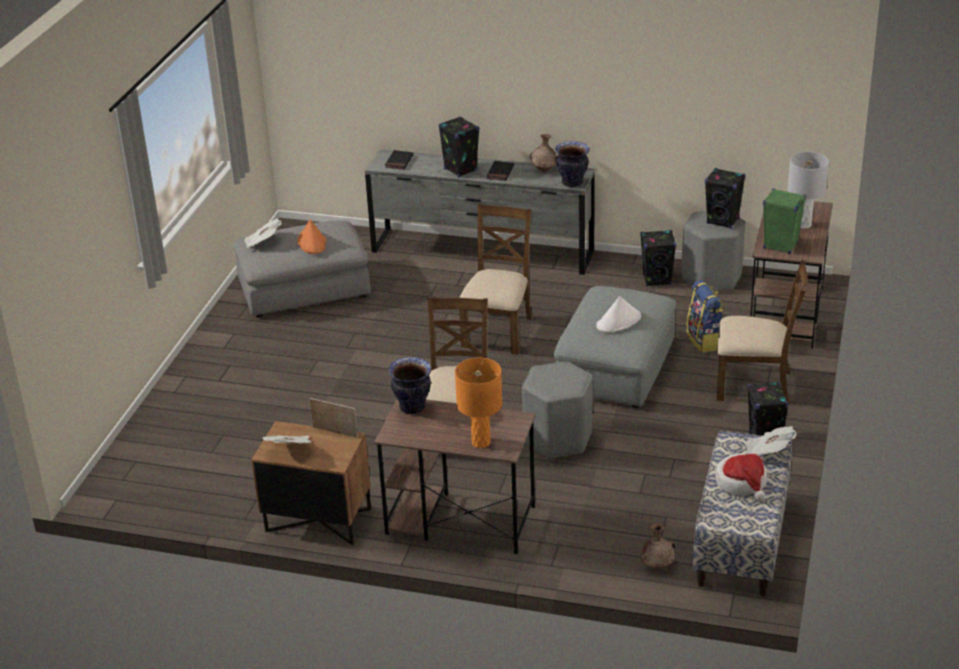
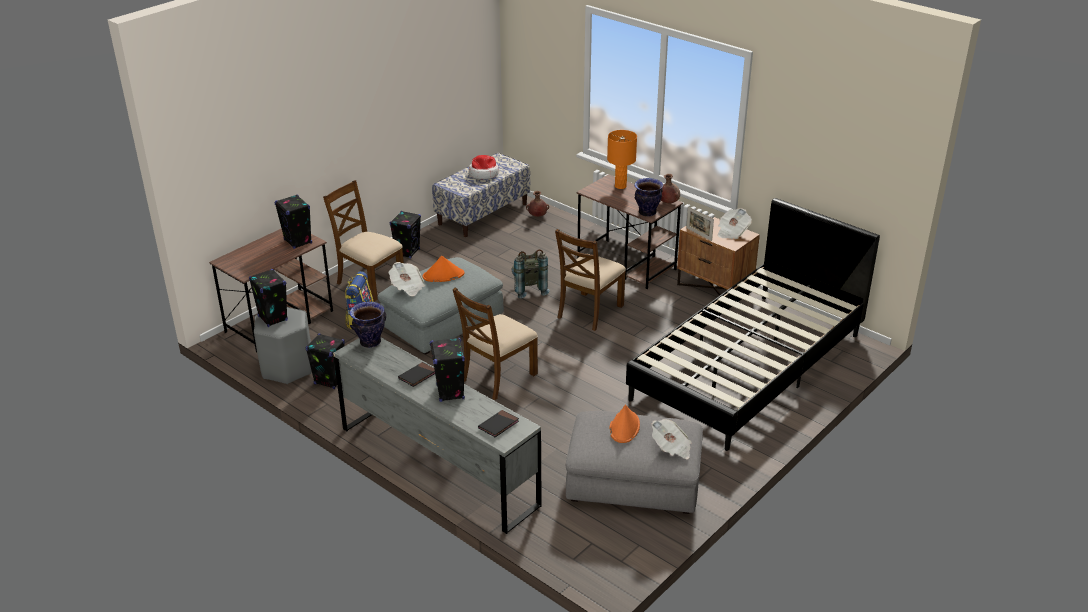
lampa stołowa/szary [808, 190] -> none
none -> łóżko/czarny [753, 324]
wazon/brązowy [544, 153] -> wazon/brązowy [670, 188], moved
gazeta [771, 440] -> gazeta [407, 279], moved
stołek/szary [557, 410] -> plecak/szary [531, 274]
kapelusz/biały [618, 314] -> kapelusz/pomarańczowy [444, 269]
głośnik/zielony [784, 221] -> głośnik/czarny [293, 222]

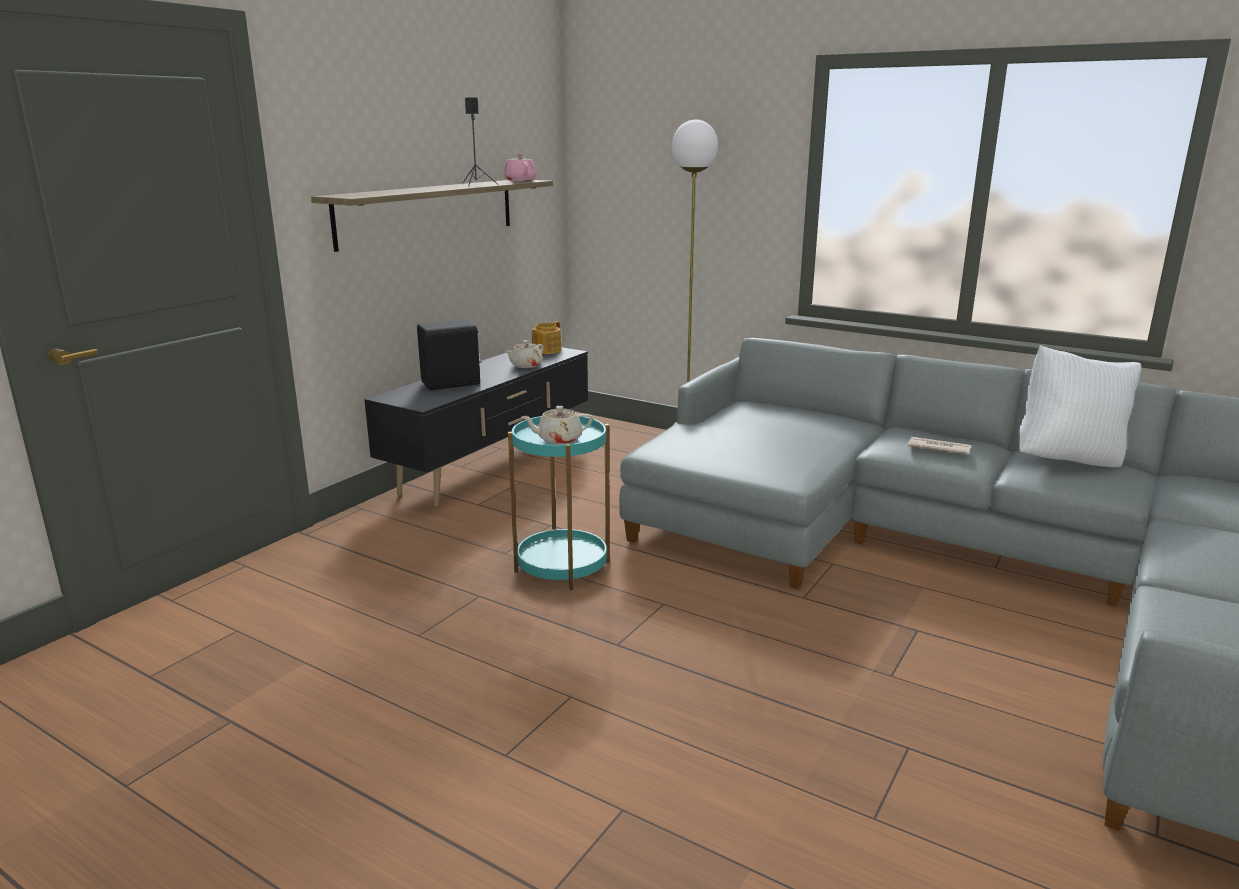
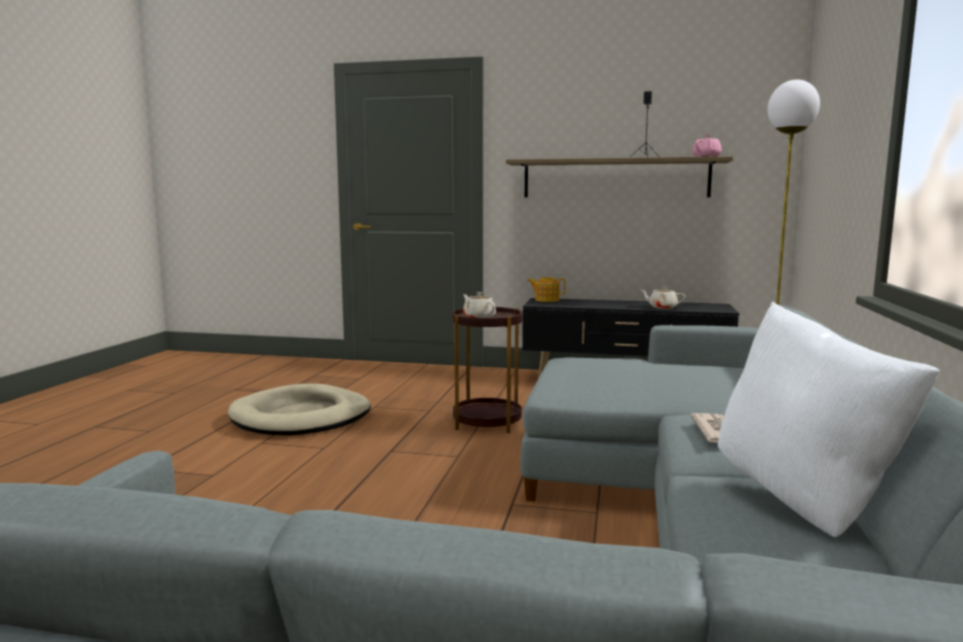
głośnik/czarny [449, 355] -> none
none -> legowisko/beżowy [299, 410]
imbryk [546, 337] -> imbryk [547, 289], moved
stolik/turkusowy [559, 503] -> stolik/brązowy [487, 370]

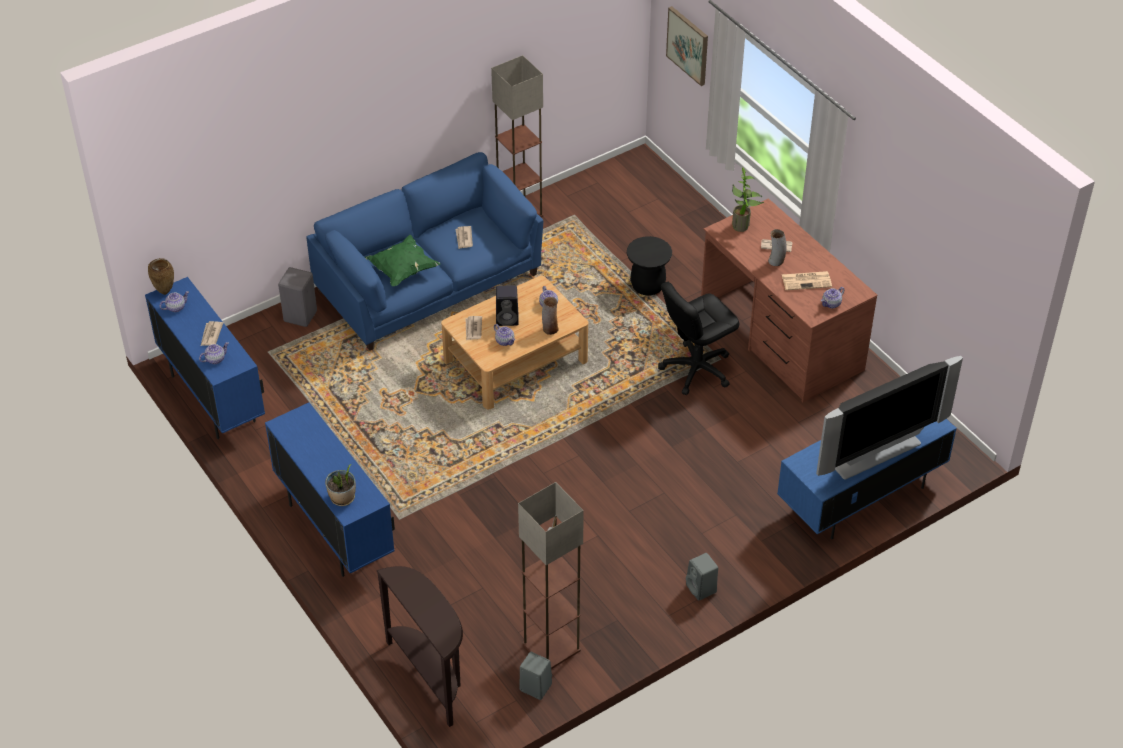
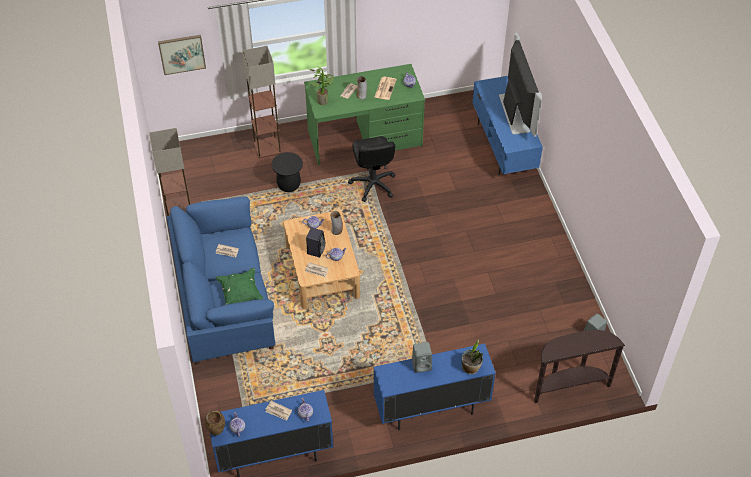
stołek/szary [297, 297] -> none
lampa stojąca [551, 575] -> lampa stojąca [261, 102], moved
głośnik/szary [702, 577] -> głośnik/szary [422, 357], moved
biurko/brązowy [789, 300] -> biurko/zielony [364, 114]

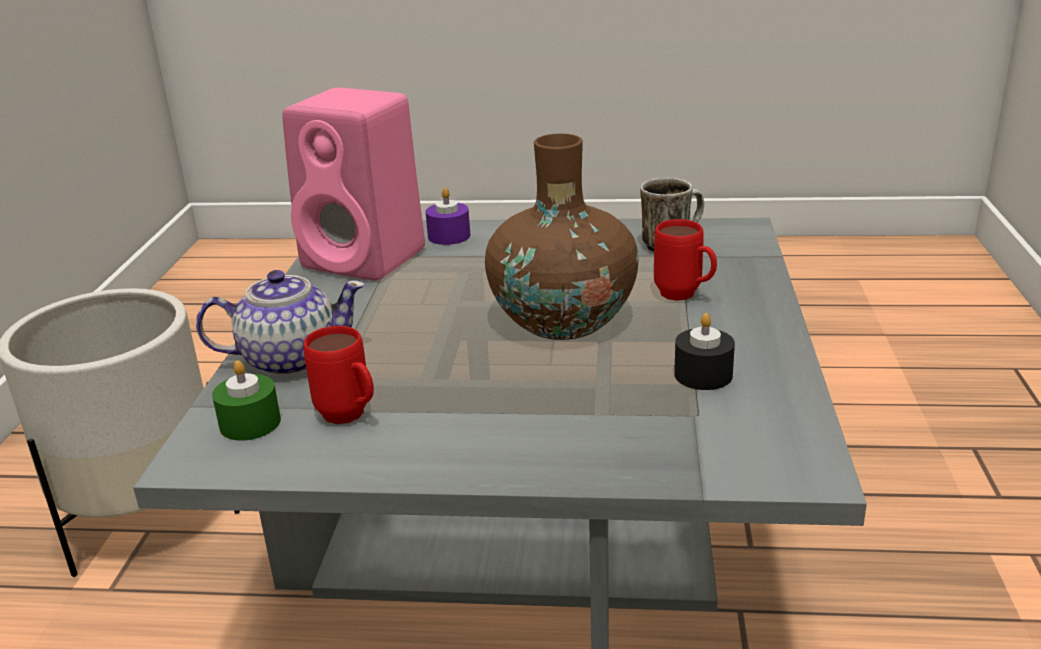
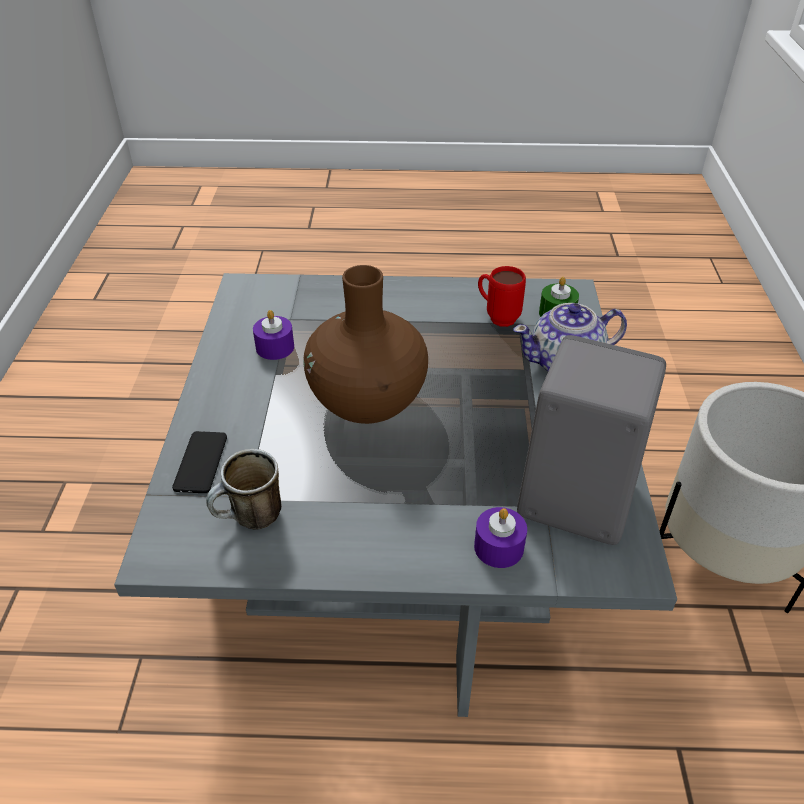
kubek/czerwony [685, 260] -> none
none -> telefon [199, 462]
głośnik/różowy [353, 184] -> głośnik/szary [591, 440]
świeca/czarny [704, 351] -> świeca/fioletowy [273, 335]

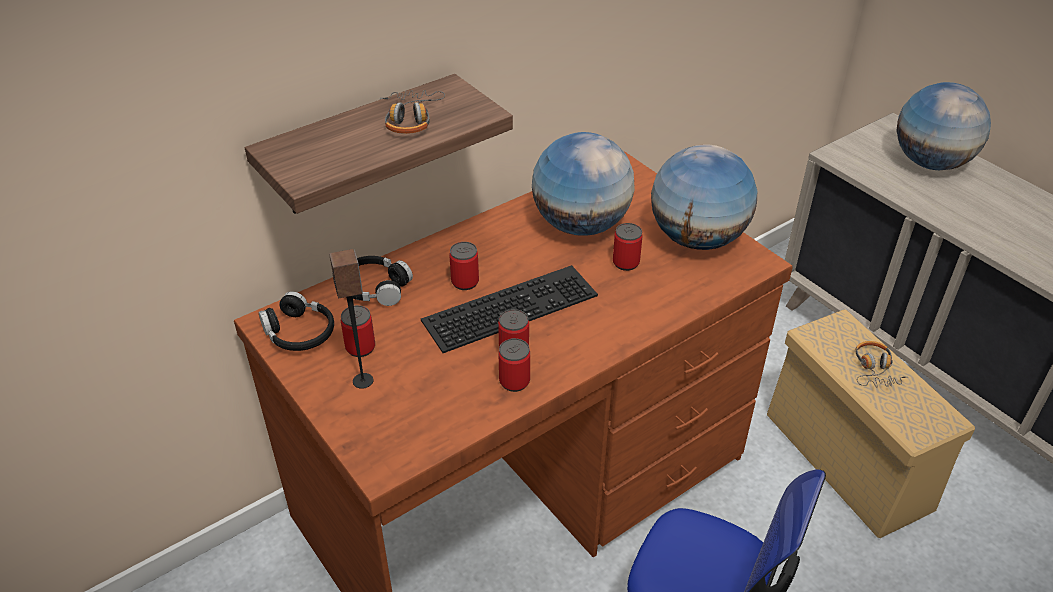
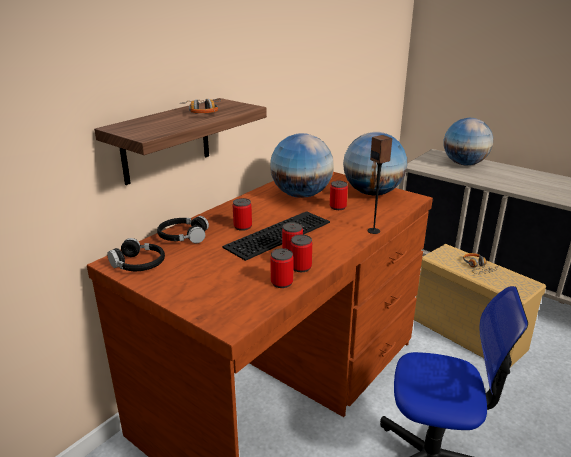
głośnik [351, 319] -> głośnik [380, 184], moved
puszka [358, 331] -> puszka [282, 268], moved

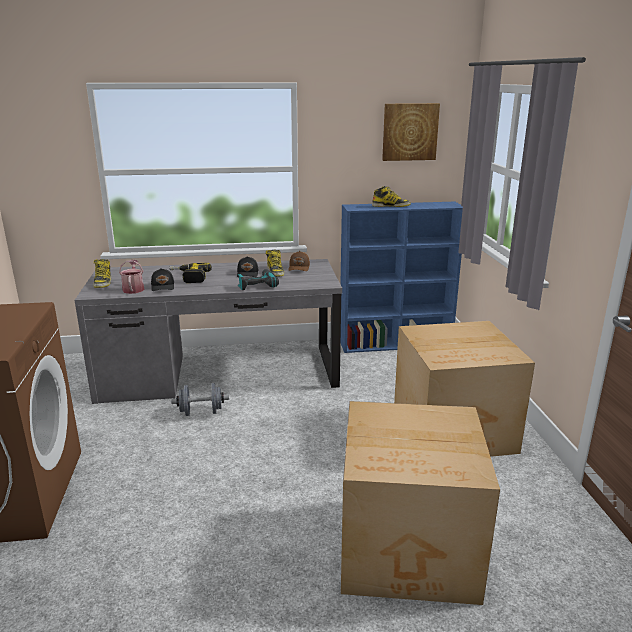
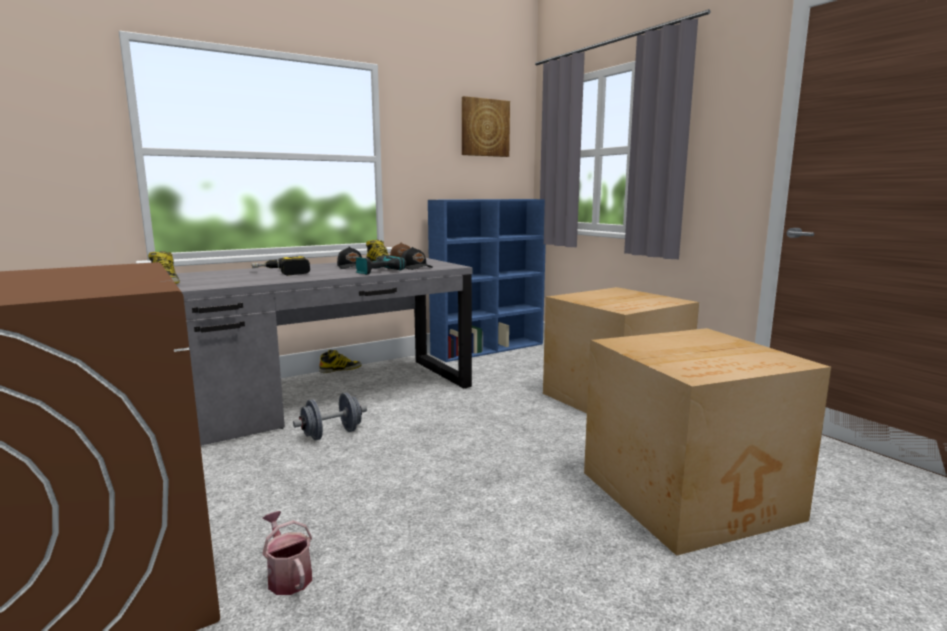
konewka [131, 277] -> konewka [287, 553], moved
czapka z daszkiem/czarny [162, 279] -> czapka z daszkiem/czarny [417, 258], moved
but z cholewką [391, 196] -> but z cholewką [340, 361], moved

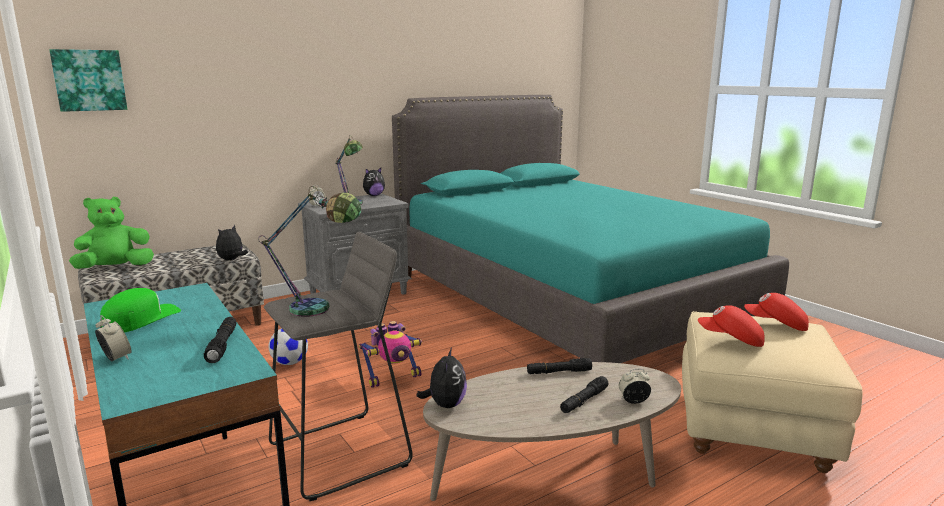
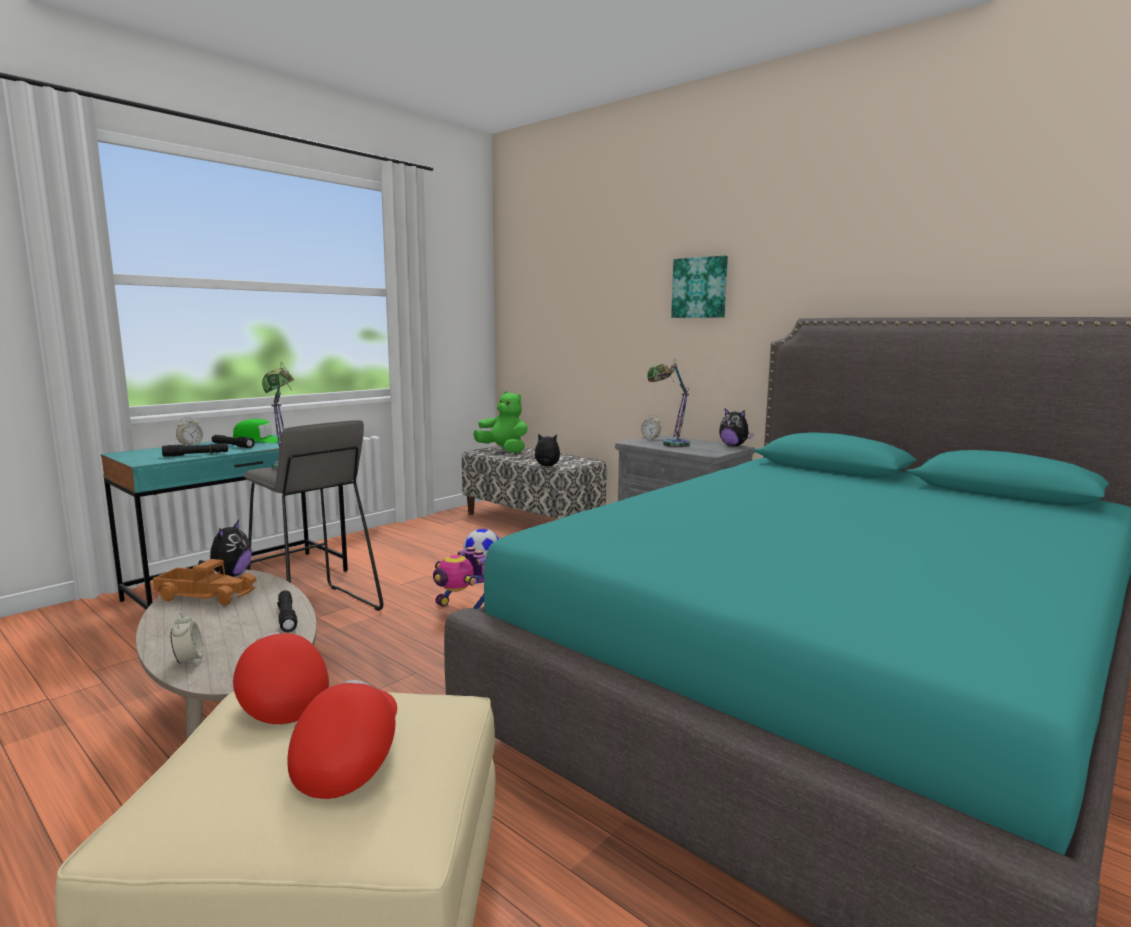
none -> ciężarówka zabawkowa [204, 582]
obraz [88, 80] -> obraz [699, 286], moved
latarka/czarny [584, 394] -> latarka/czarny [233, 441], moved
pluszak [441, 377] -> pluszak [225, 548], 75 degrees counterclockwise
czapka z daszkiem/czerwony [731, 326] -> czapka z daszkiem/czerwony [281, 678], 45 degrees counterclockwise

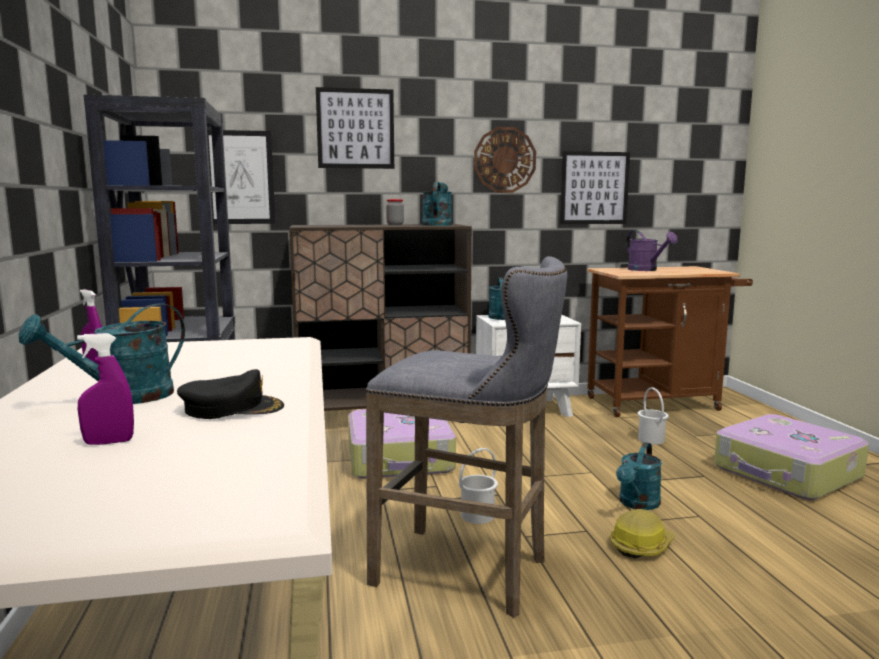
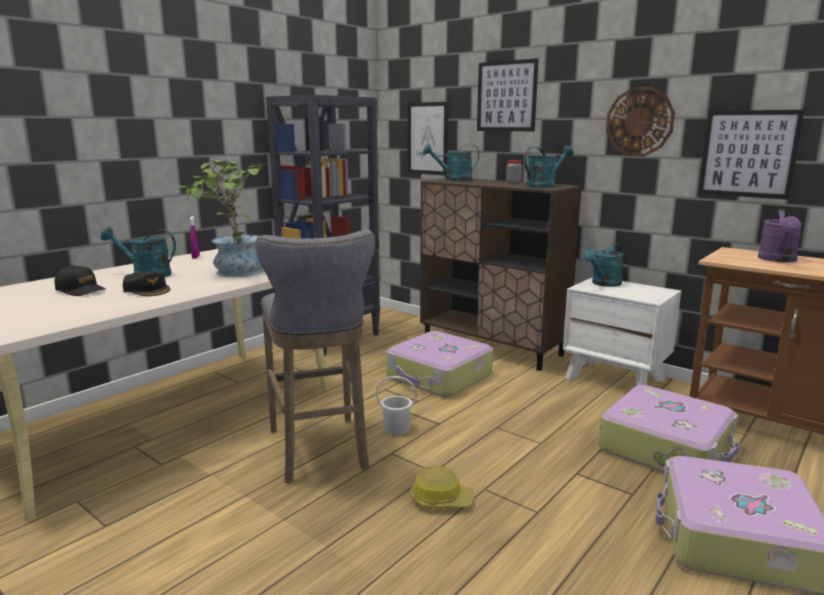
none -> roślina doniczkowa [222, 218]
konewka/turkusowy [639, 476] -> konewka/turkusowy [451, 162], moved
spryskiwacz/fioletowy [105, 389] -> czapka z daszkiem/czarny [80, 280]
wiadro/biały [653, 415] -> walizka [669, 428]

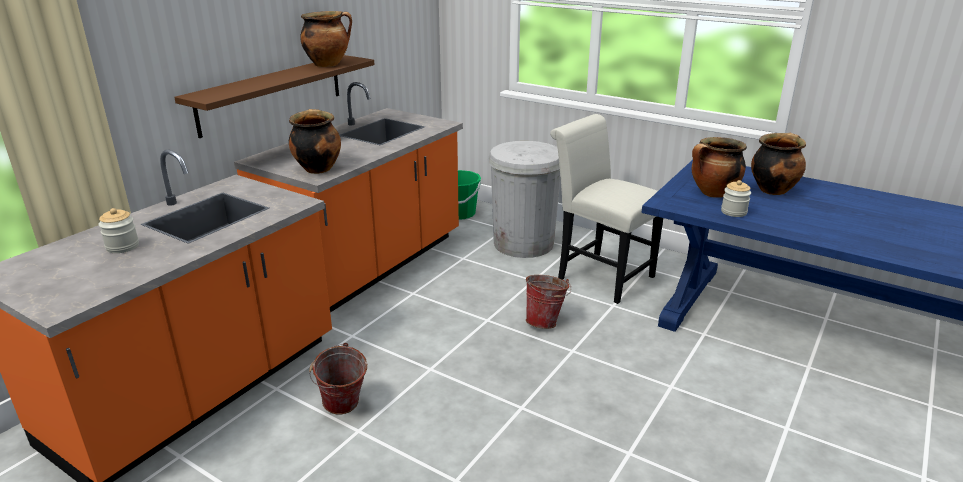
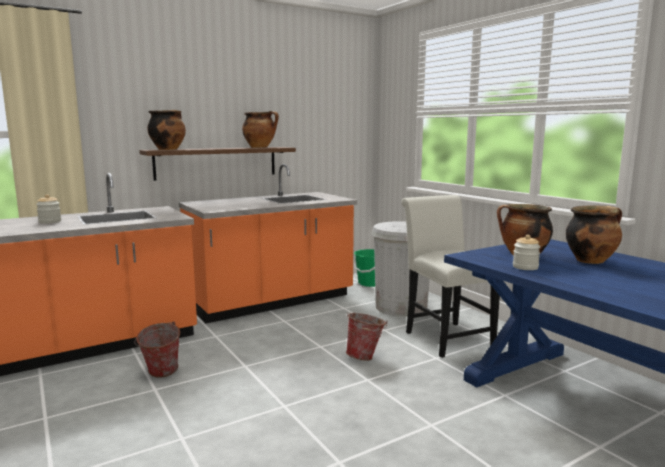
garnek [315, 141] -> garnek [166, 130], moved

